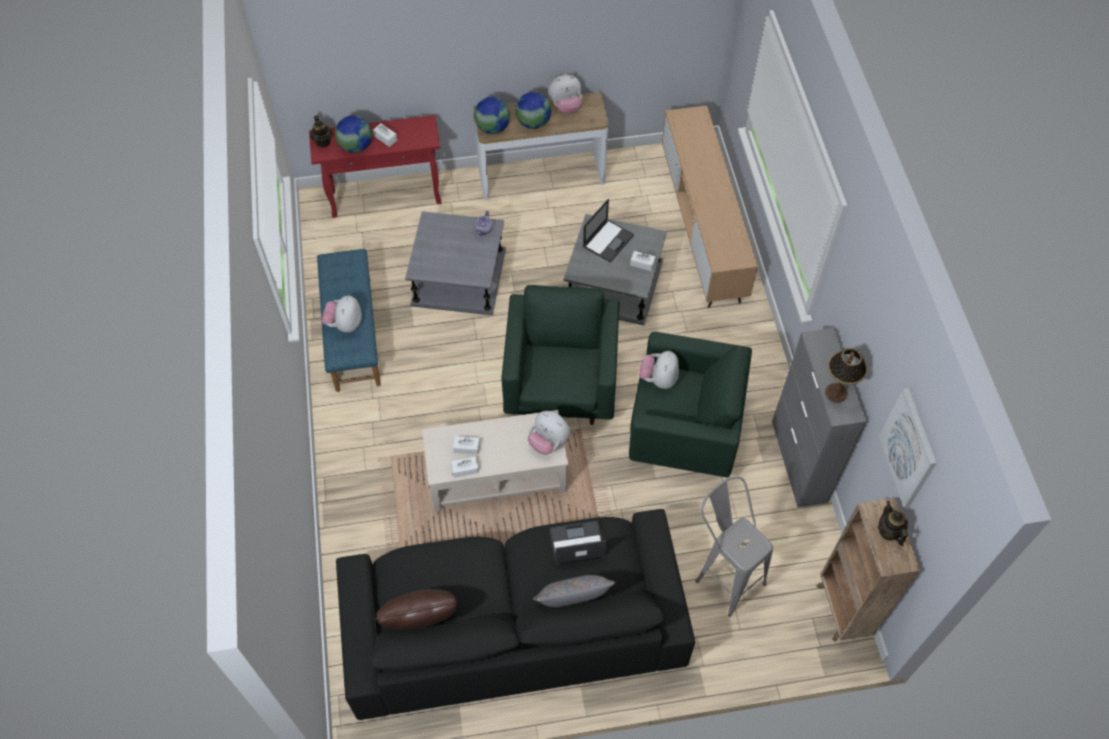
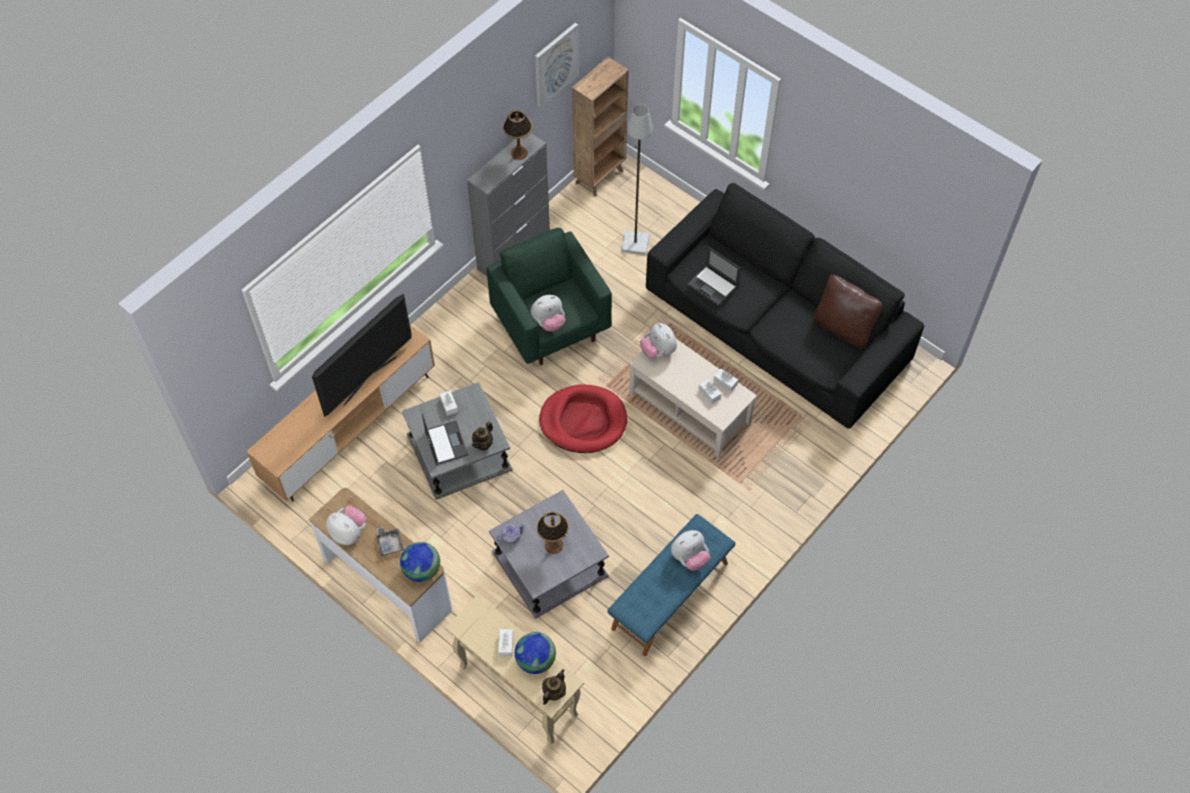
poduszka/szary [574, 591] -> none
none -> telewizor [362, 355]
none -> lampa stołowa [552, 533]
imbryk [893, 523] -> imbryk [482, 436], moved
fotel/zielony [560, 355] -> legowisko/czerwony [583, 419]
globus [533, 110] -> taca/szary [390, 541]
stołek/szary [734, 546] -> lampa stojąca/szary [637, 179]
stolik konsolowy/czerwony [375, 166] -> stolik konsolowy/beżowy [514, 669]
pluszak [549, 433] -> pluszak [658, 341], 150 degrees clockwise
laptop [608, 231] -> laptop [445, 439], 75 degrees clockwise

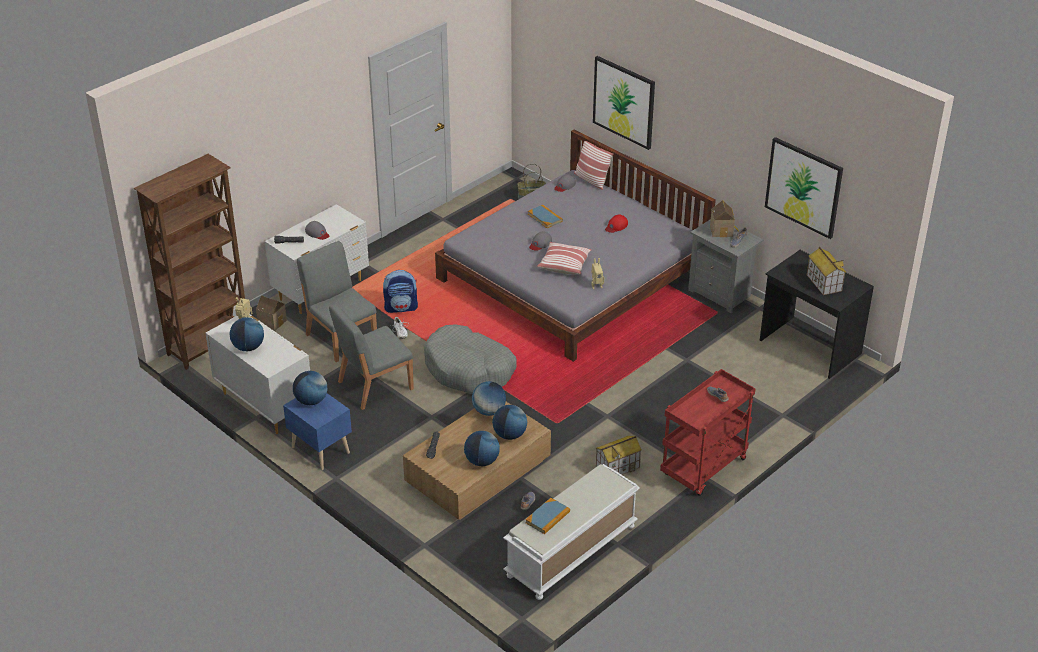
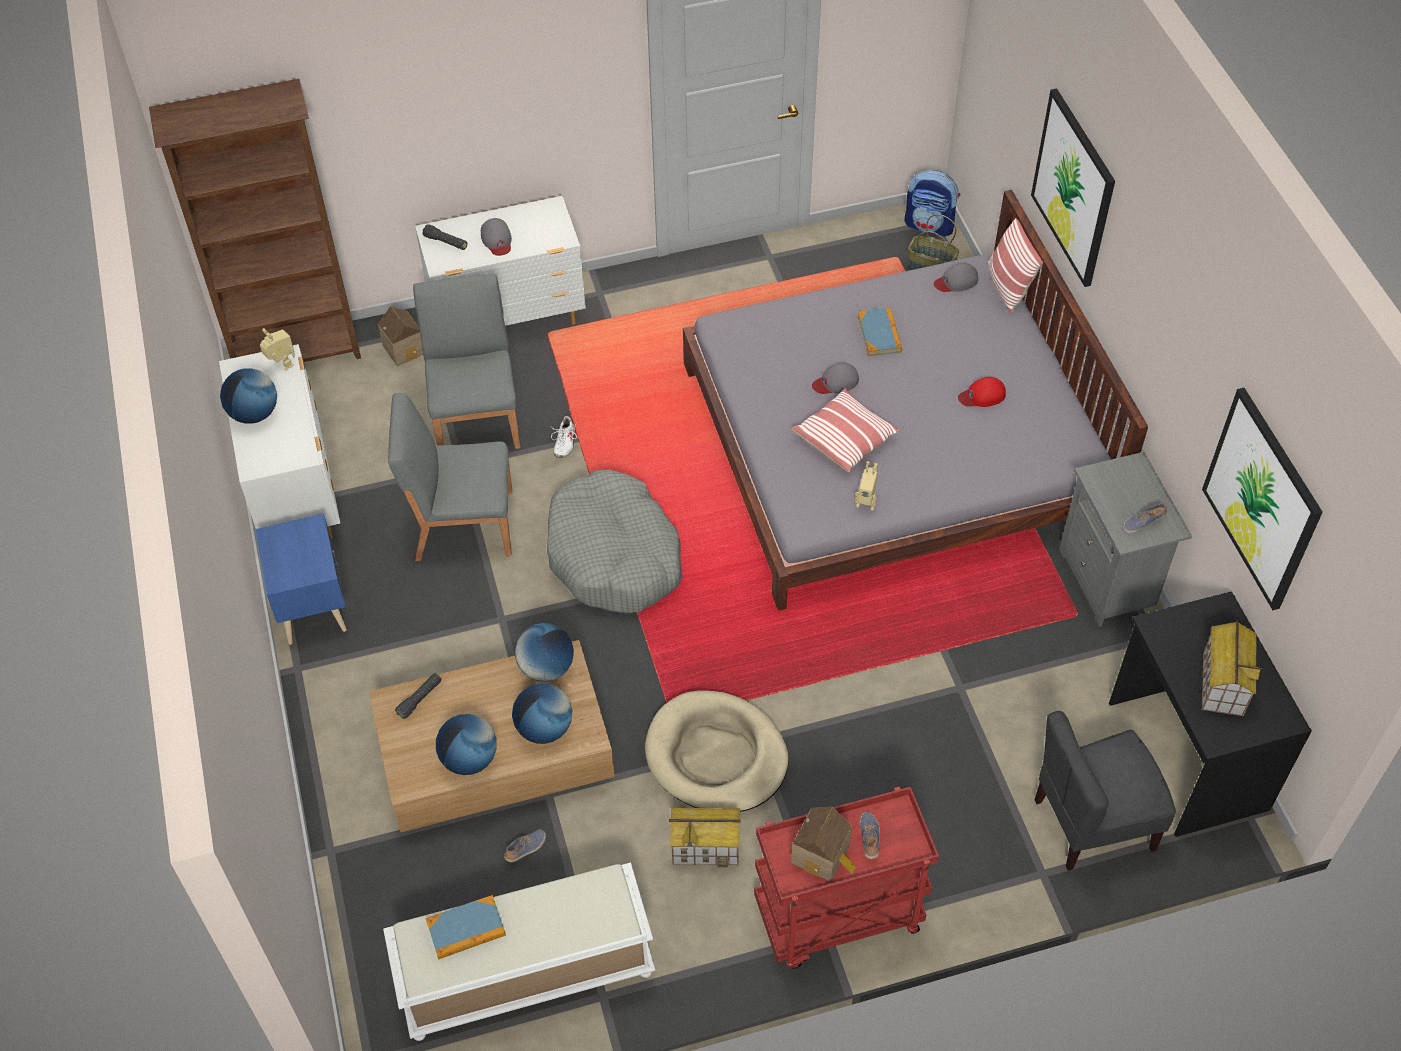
globus [310, 388] -> none
none -> legowisko/beżowy [717, 751]
none -> krzesło/szary [1105, 791]
plecak [400, 291] -> plecak [932, 203], moved
domek [724, 218] -> domek [823, 844], moved

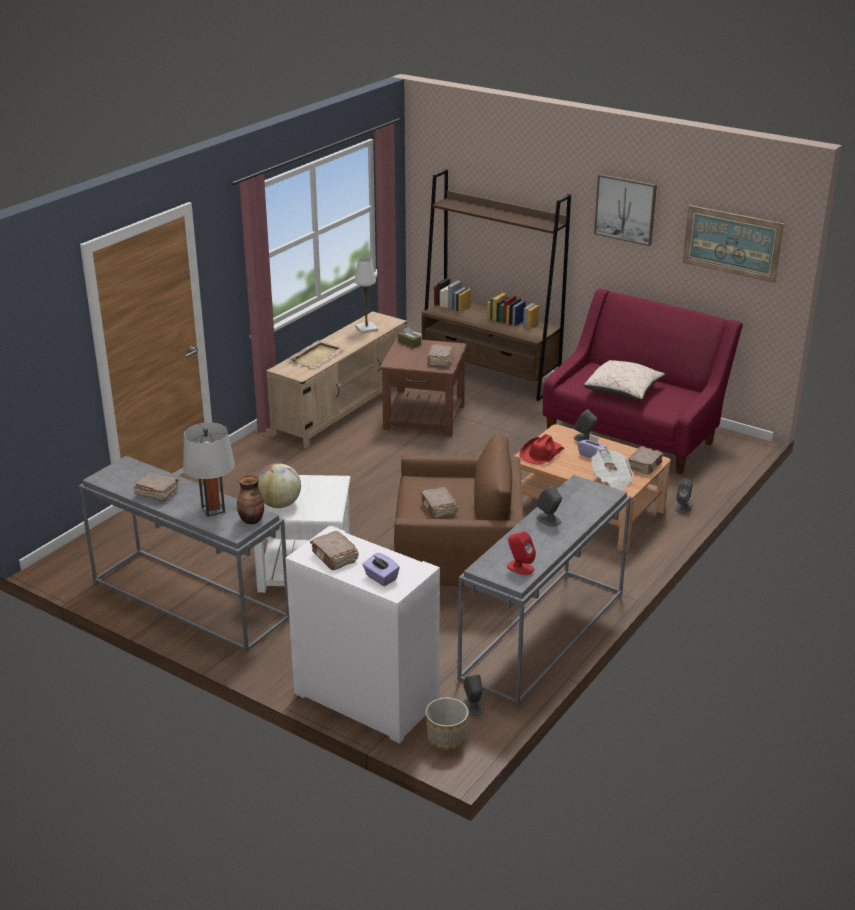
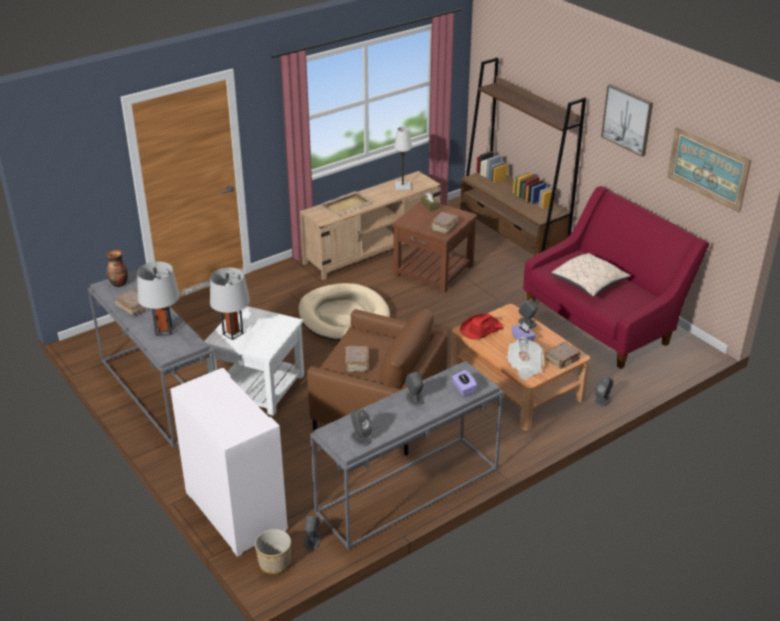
książka/brązowy [334, 550] -> none
none -> legowisko/beżowy [344, 311]
wazon [250, 499] -> wazon [117, 268], moved
pudełko chusteczek/fioletowy [381, 569] -> pudełko chusteczek/fioletowy [464, 383], moved
globus [279, 485] -> lampa stołowa/szary [230, 303]
głośnik/czerwony [521, 553] -> głośnik/szary [361, 427]

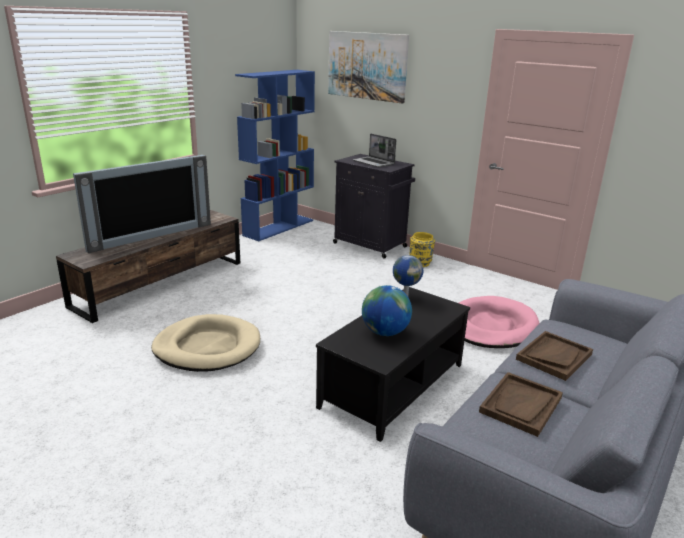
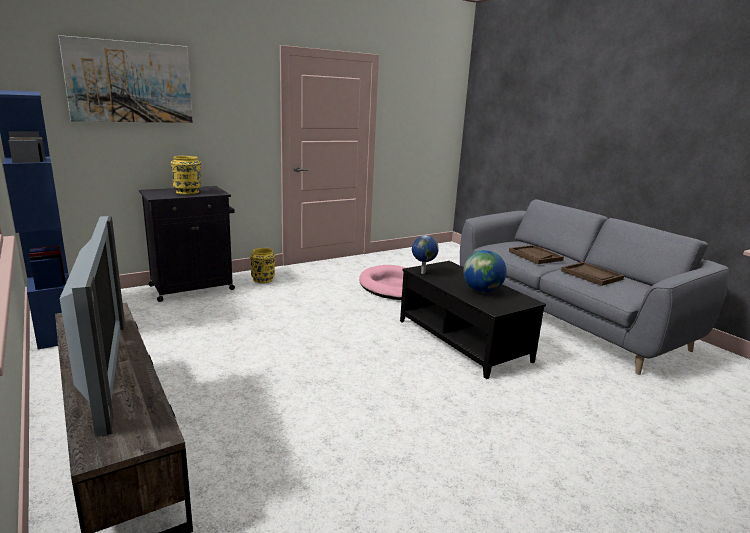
legowisko/beżowy [205, 343] -> none
laptop [374, 150] -> wazon/żółty [186, 175]

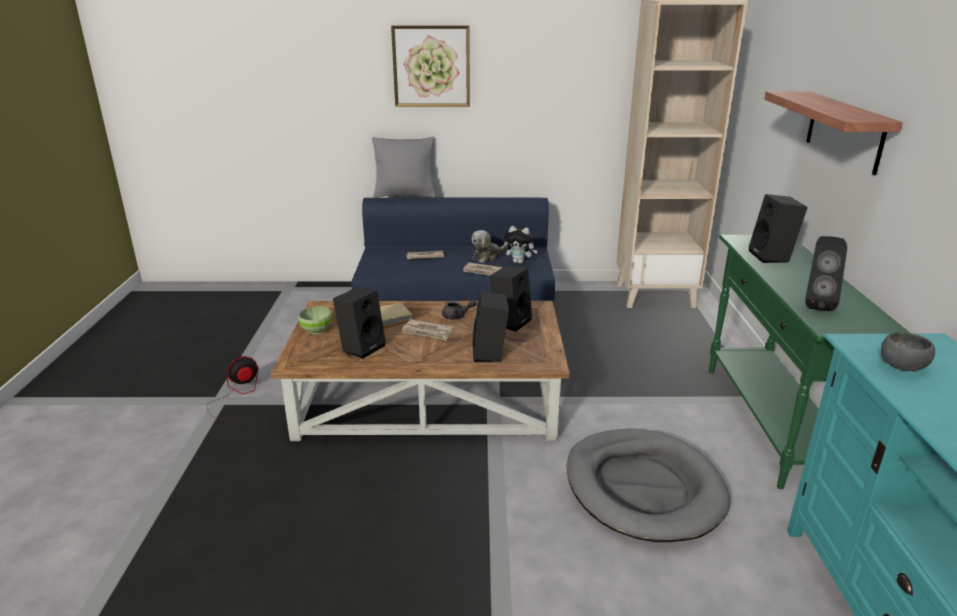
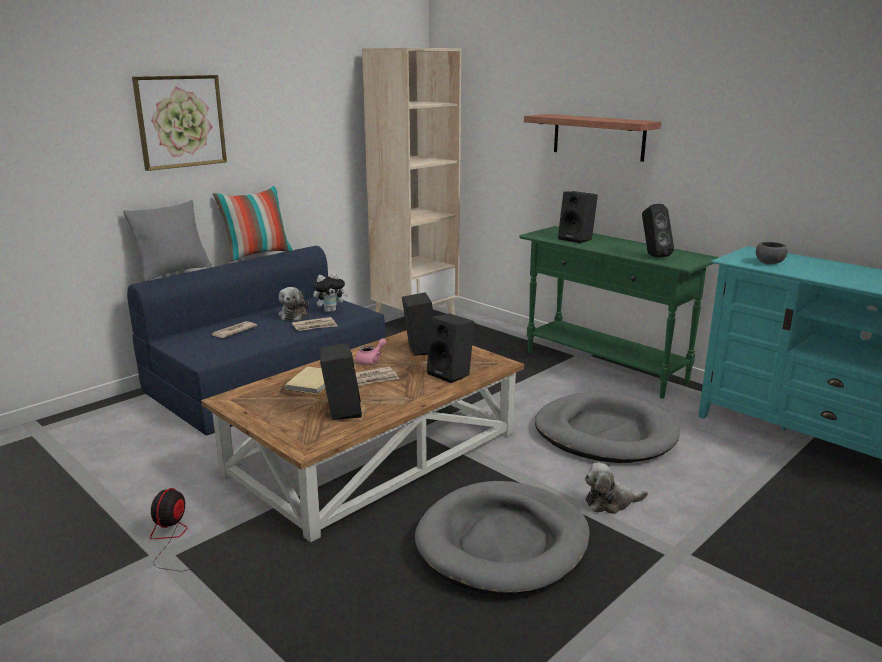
miska/zielony [315, 320] -> none
none -> poduszka [253, 223]
none -> legowisko/szary [502, 538]
none -> pluszak [616, 488]
imbryk/szary [459, 309] -> imbryk/różowy [370, 351]

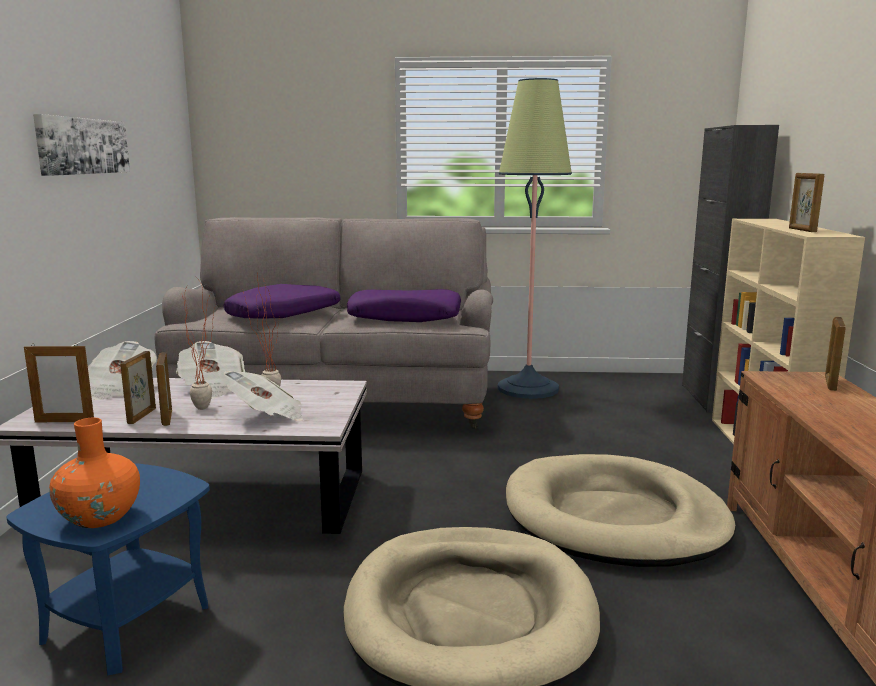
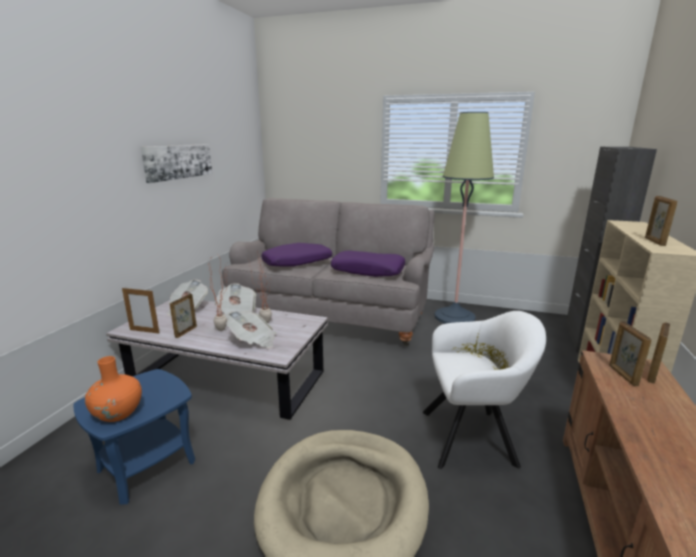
ramka na zdjęcie [164, 389] -> ramka na zdjęcie [630, 354], moved
legowisko/beżowy [621, 510] -> fotel/biały [484, 390]

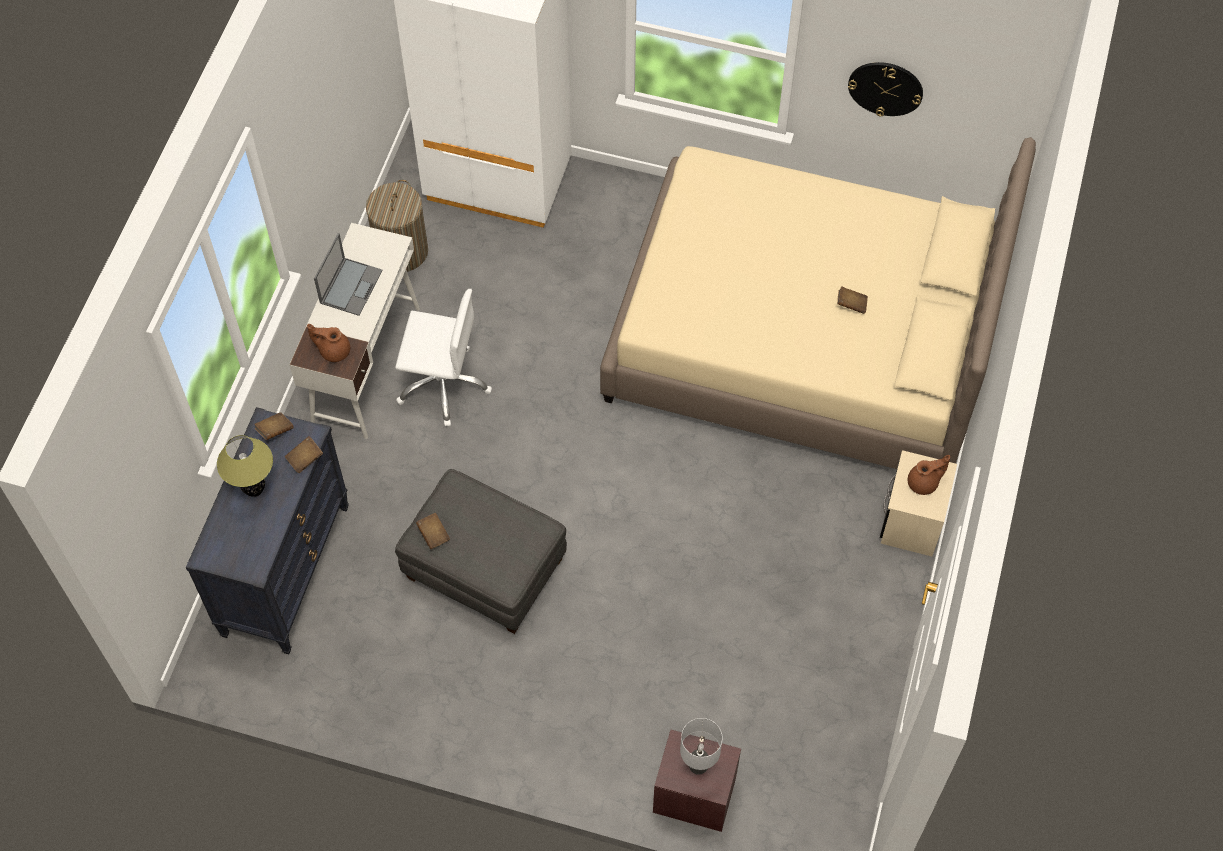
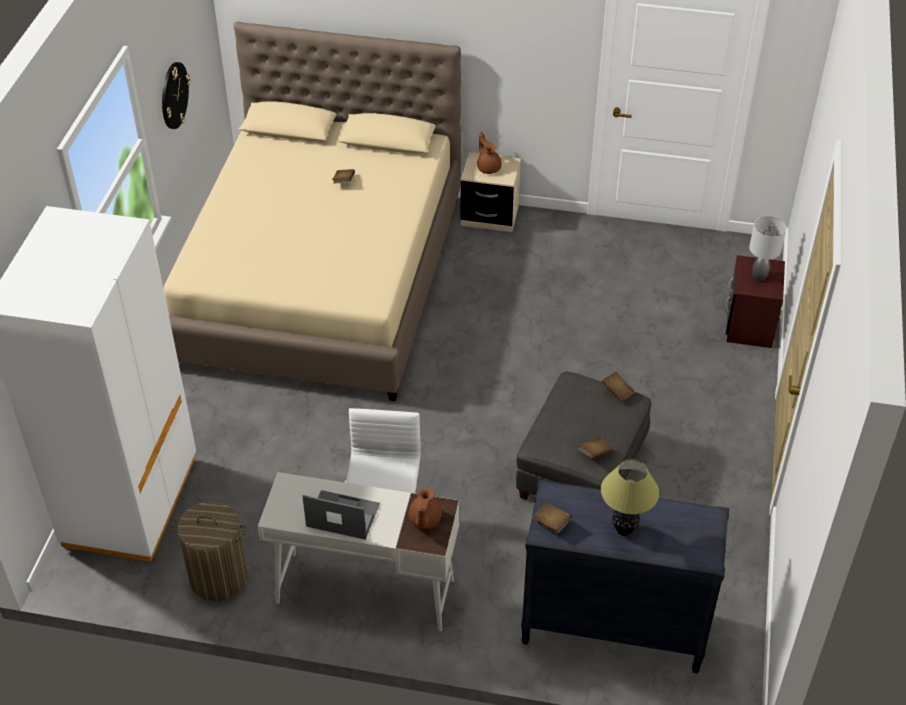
książka/brązowy [304, 454] -> książka/brązowy [618, 387], moved

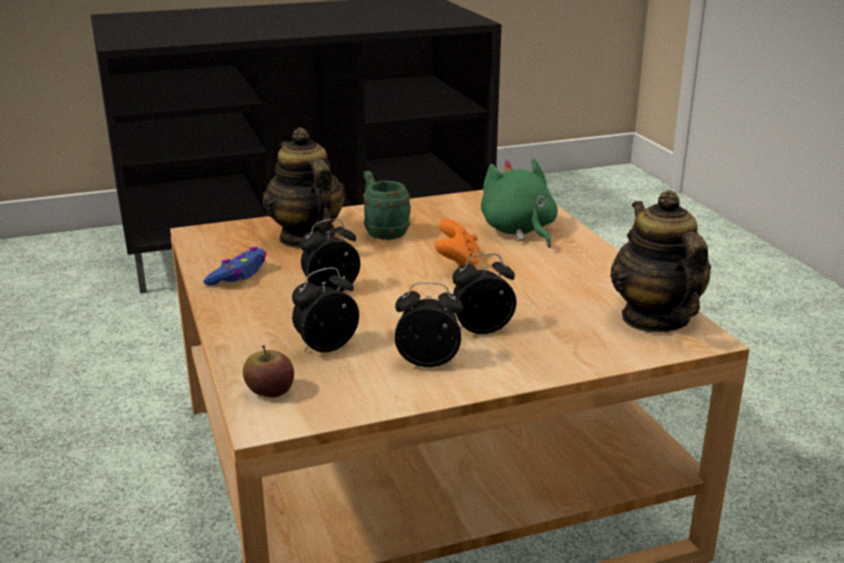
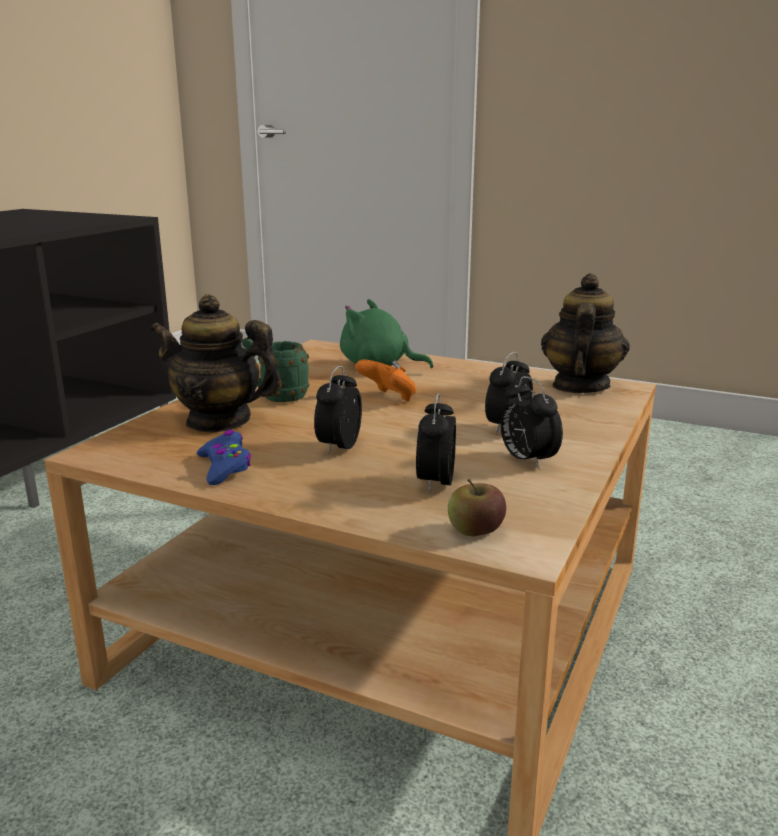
budzik [429, 324] -> budzik [532, 423], 75 degrees counterclockwise
imbryk [660, 261] -> imbryk [585, 333], 75 degrees clockwise

